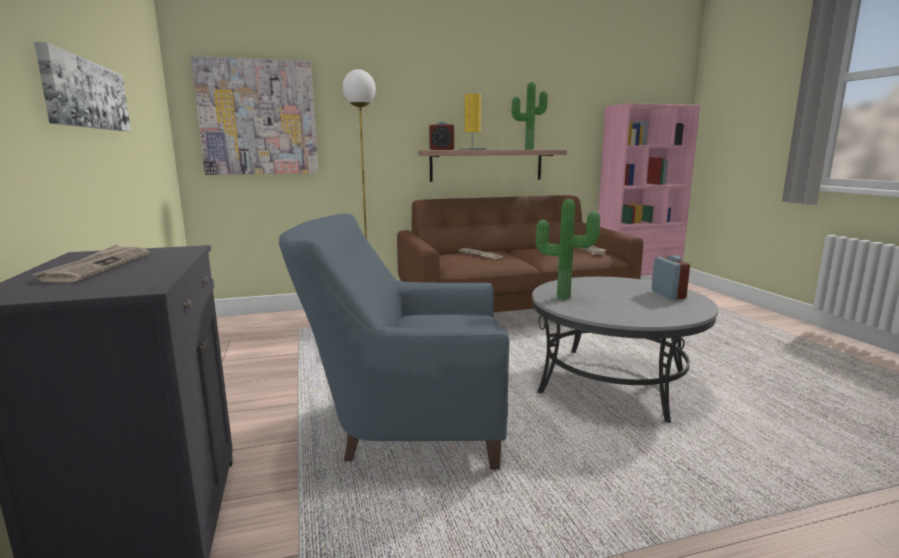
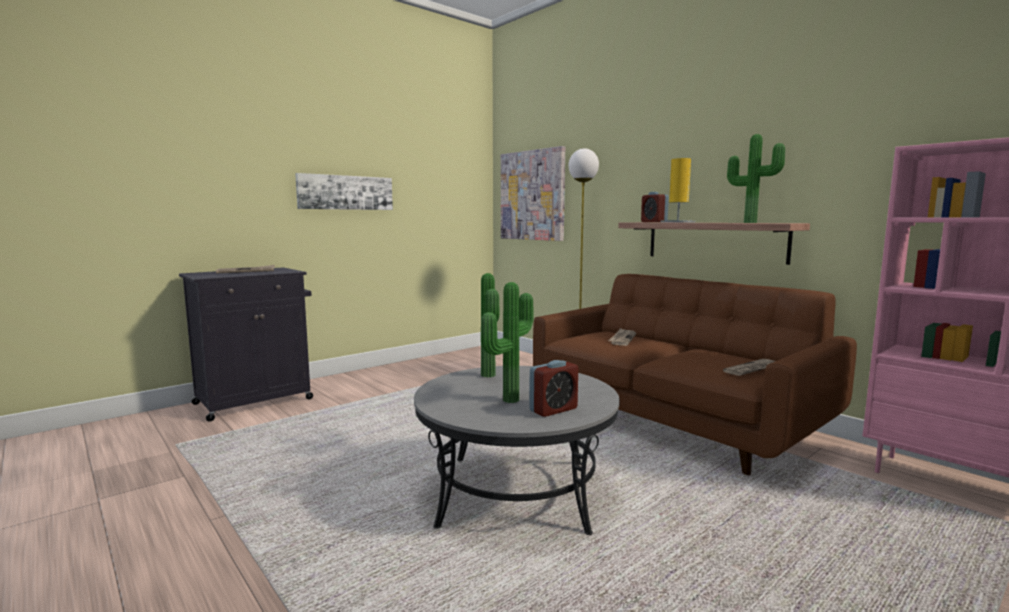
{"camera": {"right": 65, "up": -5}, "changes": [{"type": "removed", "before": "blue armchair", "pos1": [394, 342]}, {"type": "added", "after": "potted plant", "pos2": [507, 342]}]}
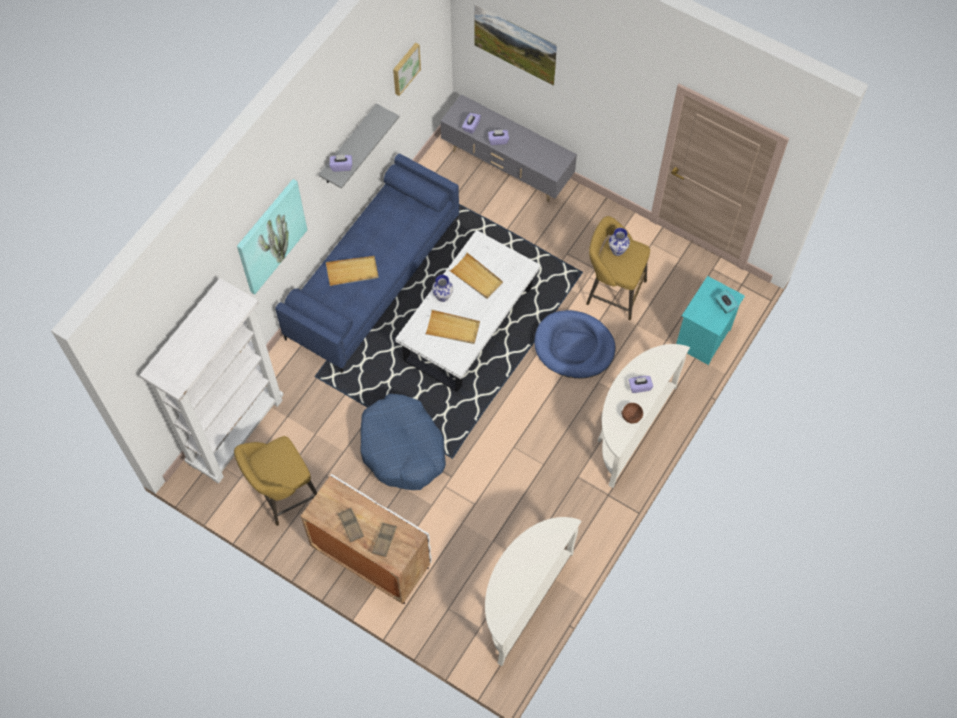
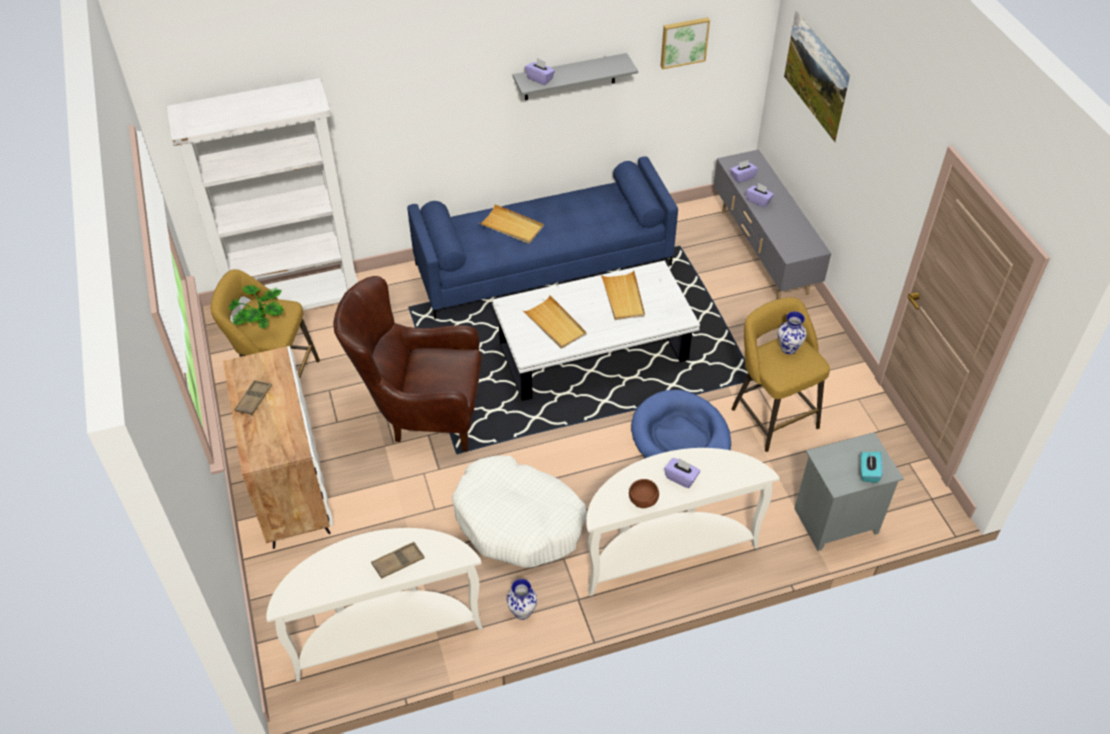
{"camera": {"right": 40, "up": -15}, "changes": [{"type": "removed", "before": "picture", "pos1": [272, 236]}, {"type": "moved", "before": "vase", "pos1": [442, 288], "pos2": [522, 599]}, {"type": "recoloured", "before": "turquoise nightstand", "after": "grey nightstand", "pos1": [710, 320], "pos2": [849, 491]}, {"type": "replaced", "before": "blue dog bed", "after": "brown armchair", "pos1": [403, 442], "pos2": [407, 364]}, {"type": "moved", "before": "brown tray", "pos1": [384, 540], "pos2": [397, 560]}, {"type": "added", "after": "potted plant", "pos2": [256, 306]}, {"type": "added", "after": "white dog bed", "pos2": [519, 512]}]}
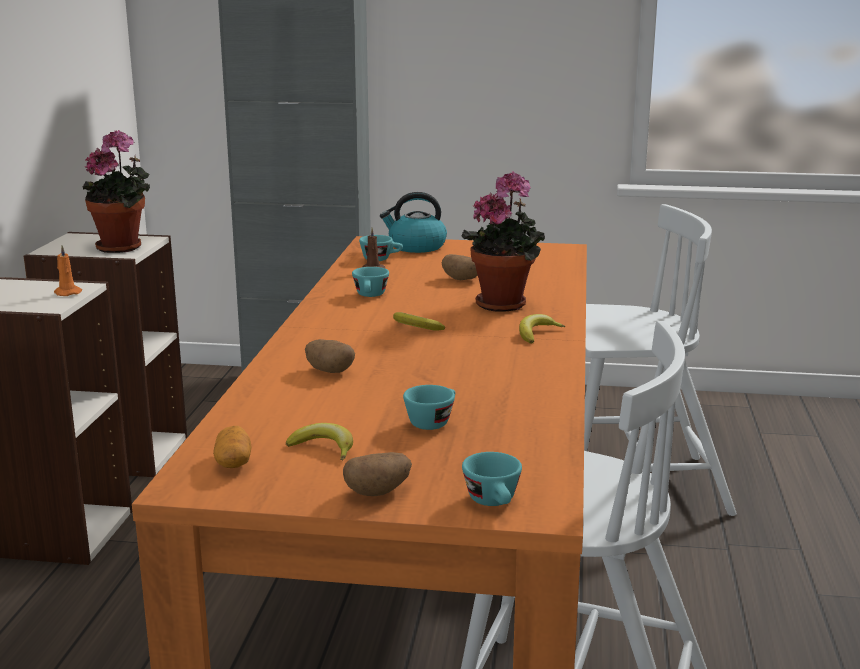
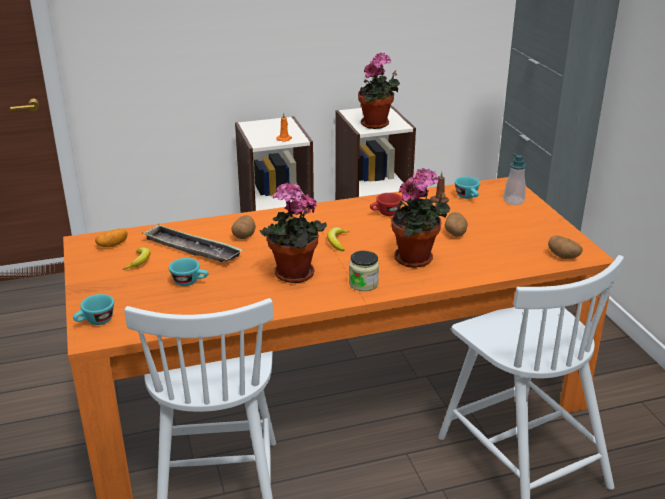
{"camera": {"right": 65, "up": 10}, "changes": [{"type": "replaced", "before": "kettle", "after": "soap dispenser", "pos1": [413, 222], "pos2": [515, 179]}, {"type": "recoloured", "before": "turquoise cup", "after": "red cup", "pos1": [370, 282], "pos2": [386, 204]}, {"type": "replaced", "before": "banana", "after": "jar", "pos1": [542, 328], "pos2": [364, 271]}, {"type": "moved", "before": "potato", "pos1": [377, 474], "pos2": [565, 247]}, {"type": "added", "after": "potted plant", "pos2": [293, 232]}, {"type": "added", "after": "tray", "pos2": [192, 243]}]}
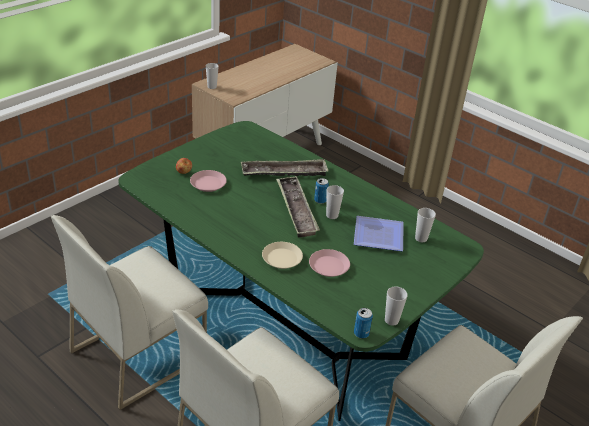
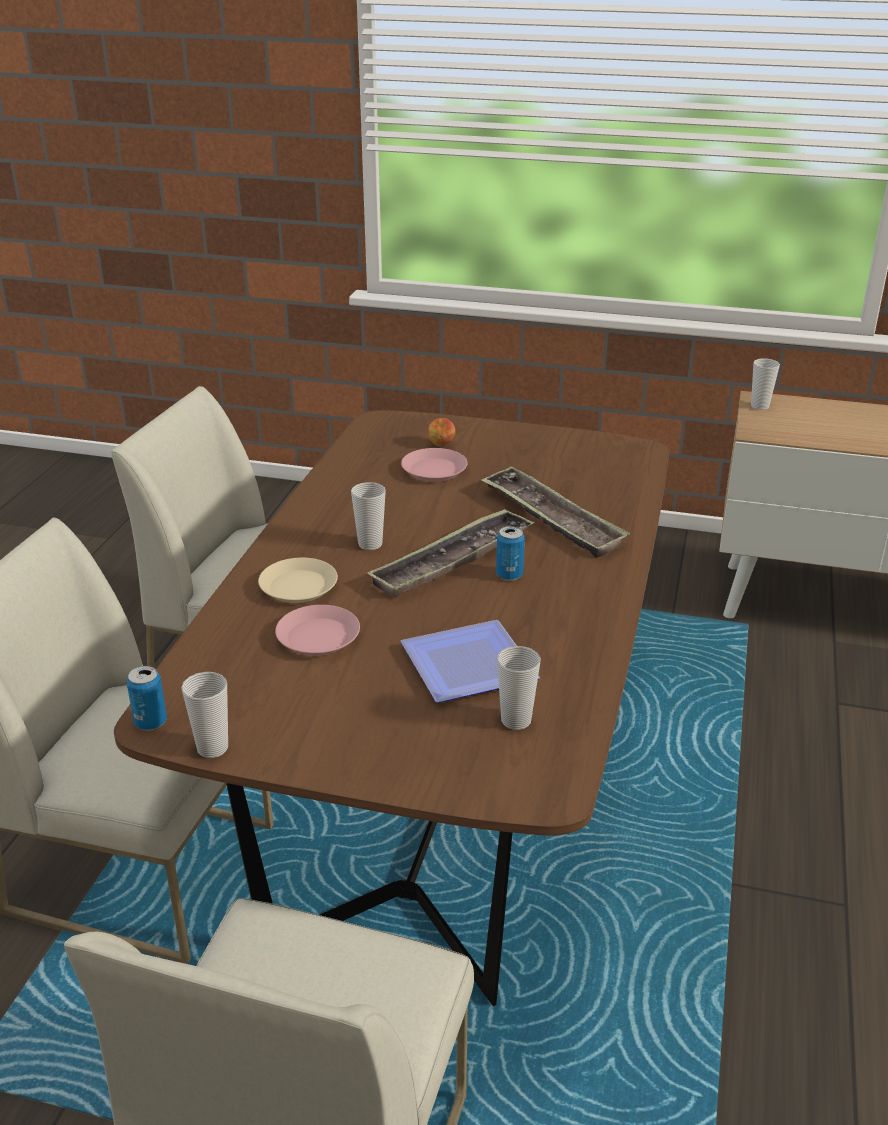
{"camera": {"right": 65, "up": -5}, "changes": [{"type": "recoloured", "before": "green dining table", "after": "brown dining table", "pos1": [301, 271], "pos2": [391, 708]}, {"type": "moved", "before": "cup", "pos1": [335, 202], "pos2": [368, 516]}]}
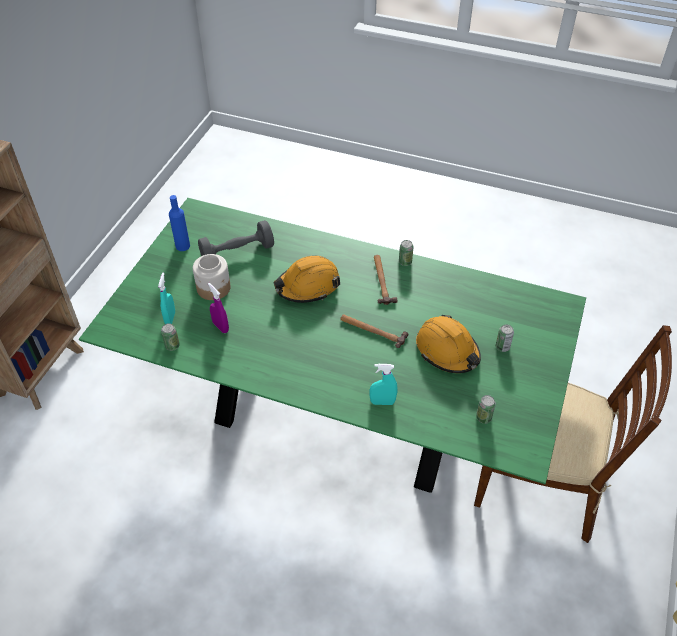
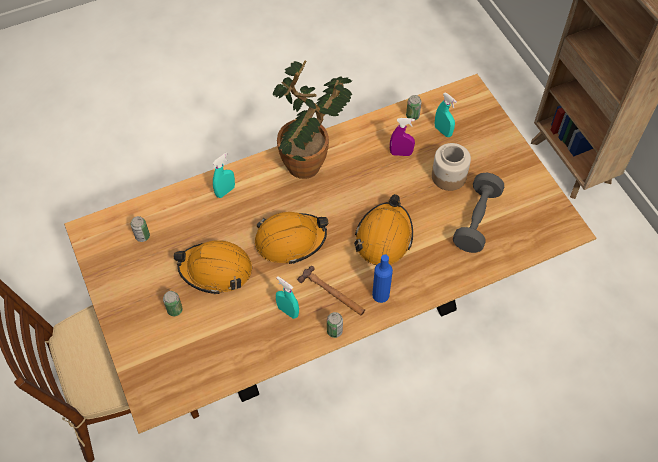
{"camera": {"right": 135, "up": 10}, "changes": [{"type": "moved", "before": "blue bottle", "pos1": [179, 223], "pos2": [382, 278]}, {"type": "recoloured", "before": "green dining table", "after": "brown dining table", "pos1": [332, 345], "pos2": [330, 254]}, {"type": "replaced", "before": "hammer", "after": "orange hard hat", "pos1": [374, 331], "pos2": [291, 238]}, {"type": "added", "after": "potted plant", "pos2": [312, 119]}, {"type": "added", "after": "turquoise spray bottle", "pos2": [287, 297]}]}
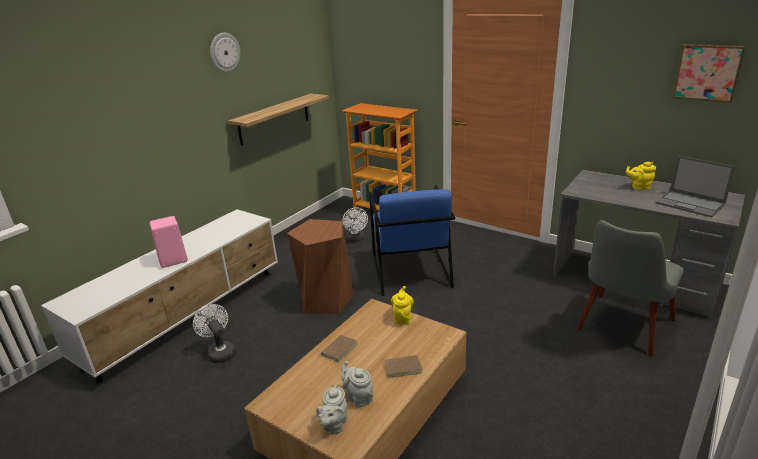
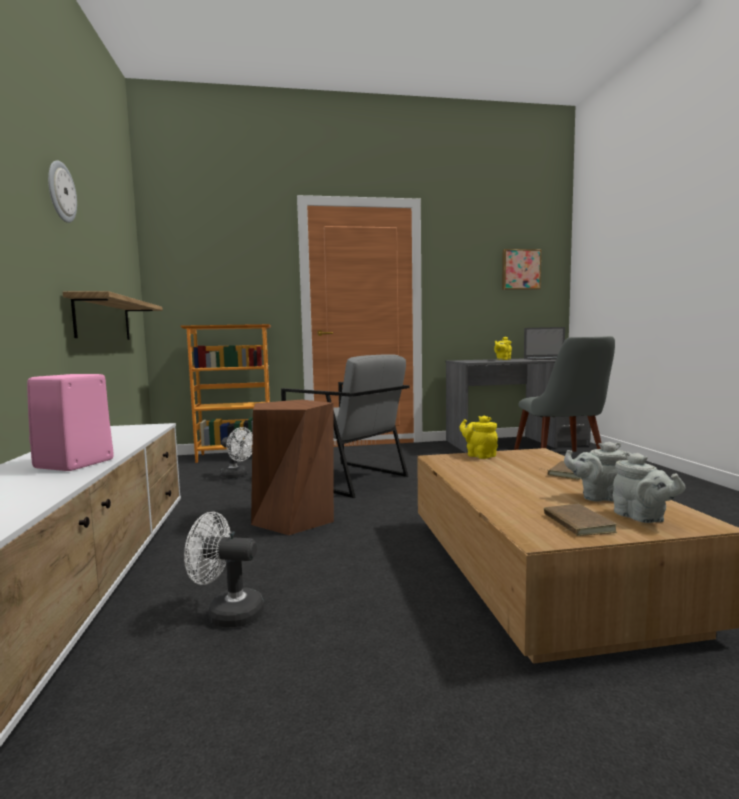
{"camera": {"right": -45, "up": -20}, "changes": [{"type": "recoloured", "before": "blue armchair", "after": "grey armchair", "pos1": [412, 240], "pos2": [345, 426]}, {"type": "moved", "before": "brown book", "pos1": [339, 348], "pos2": [580, 520]}]}
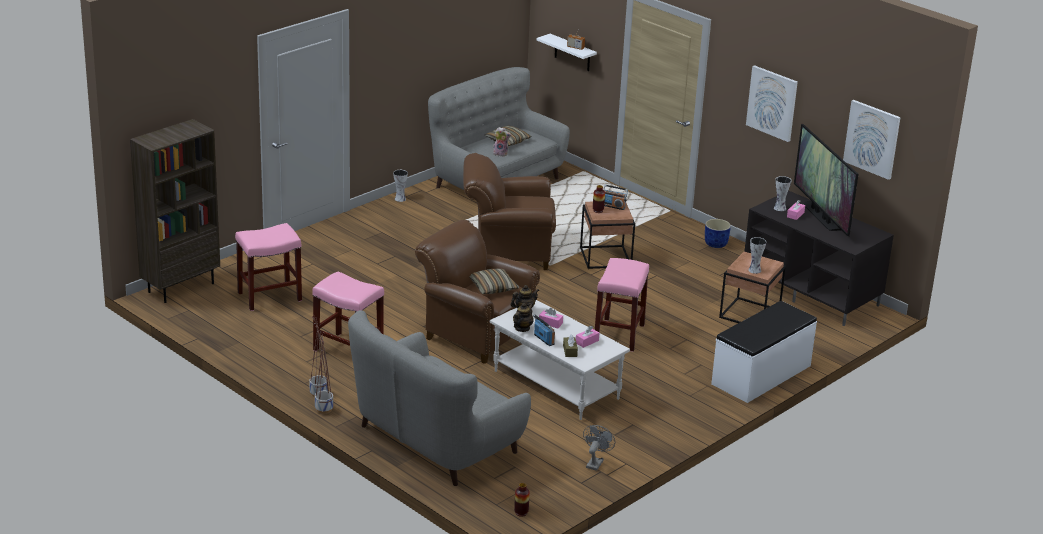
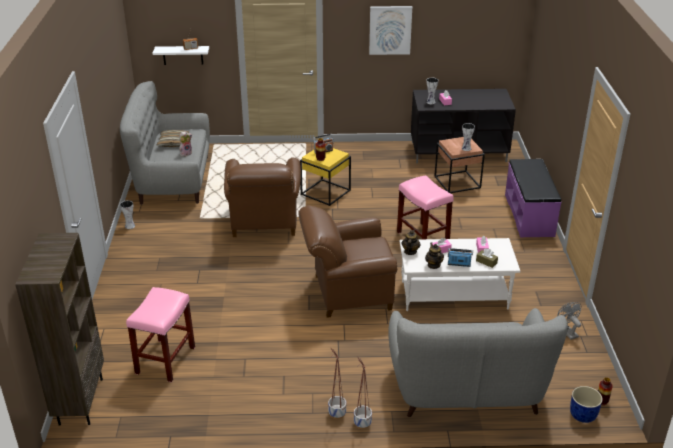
{"camera": {"right": -45, "up": 5}, "changes": [{"type": "removed", "before": "picture", "pos1": [872, 140]}, {"type": "removed", "before": "television", "pos1": [826, 180]}, {"type": "turned", "before": "brown armchair", "pos1": [509, 211], "pos2": [262, 197], "turn": -45}, {"type": "recoloured", "before": "brown side table", "after": "yellow side table", "pos1": [607, 235], "pos2": [325, 177]}, {"type": "moved", "before": "blue planter", "pos1": [718, 233], "pos2": [586, 404]}, {"type": "removed", "before": "pillow", "pos1": [494, 281]}, {"type": "removed", "before": "pink stool", "pos1": [348, 311]}, {"type": "recoloured", "before": "white bench", "after": "purple bench", "pos1": [764, 352], "pos2": [533, 198]}]}
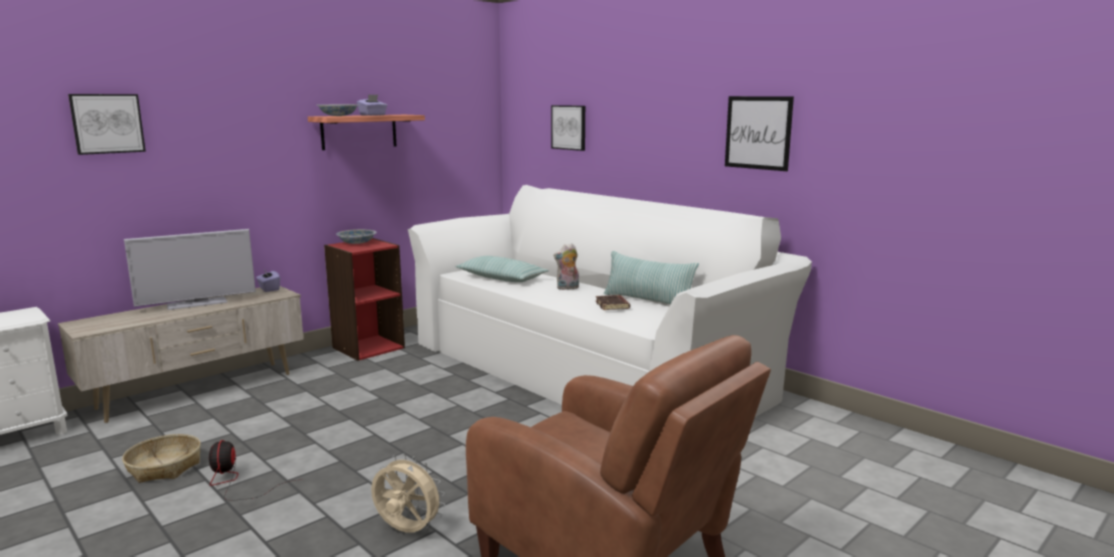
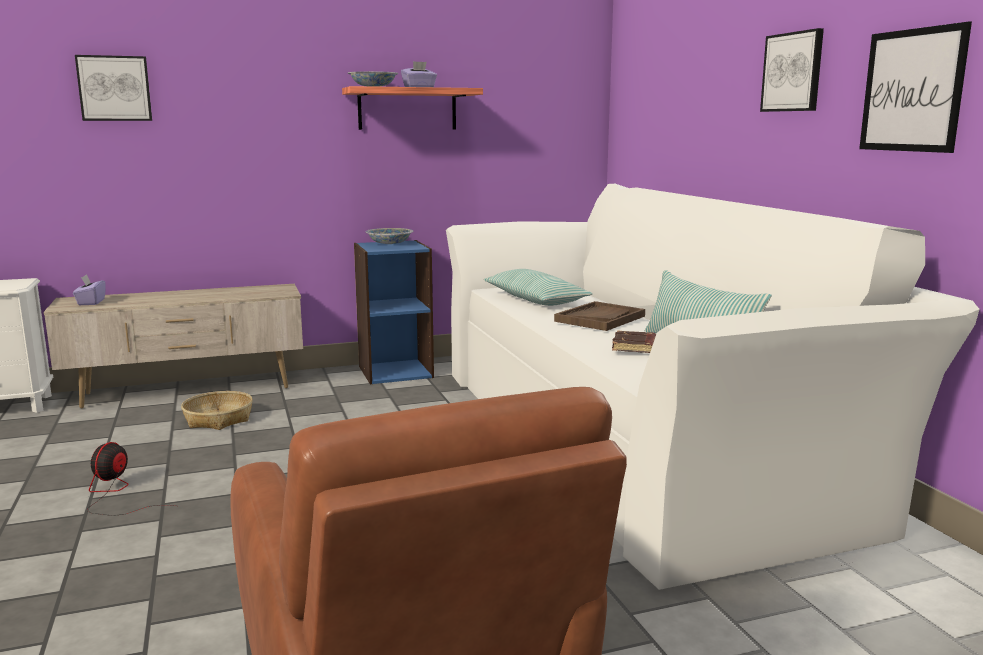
{"camera": {"right": 25, "up": 0}, "changes": [{"type": "moved", "before": "picture", "pos1": [568, 128], "pos2": [792, 70]}, {"type": "removed", "before": "television", "pos1": [190, 269]}, {"type": "recoloured", "before": "red bookcase", "after": "blue bookcase", "pos1": [364, 299], "pos2": [394, 312]}, {"type": "replaced", "before": "plush toy", "after": "brown tray", "pos1": [566, 266], "pos2": [599, 316]}, {"type": "moved", "before": "purple tissue box", "pos1": [268, 280], "pos2": [89, 290]}, {"type": "moved", "before": "basket", "pos1": [161, 458], "pos2": [217, 410]}, {"type": "removed", "before": "beige fan", "pos1": [408, 493]}]}
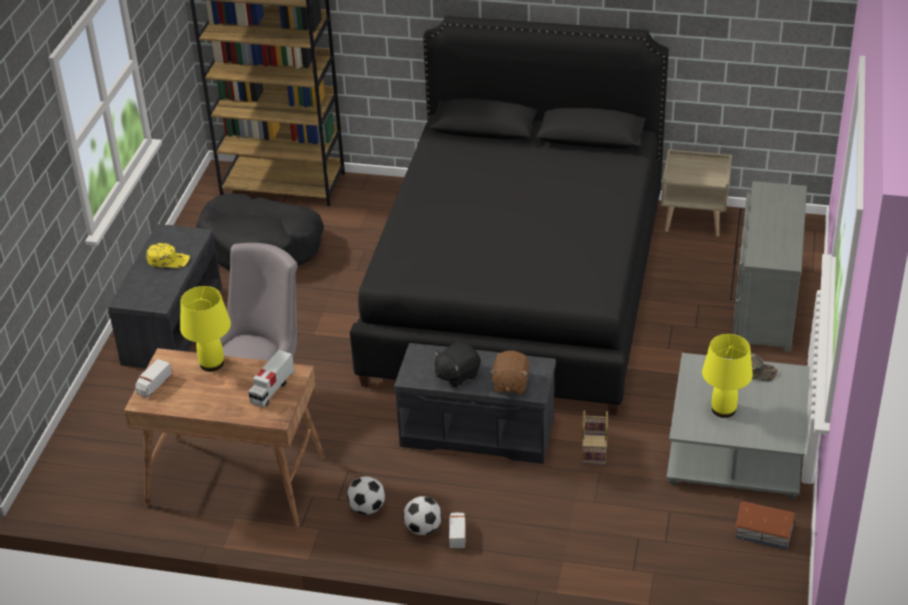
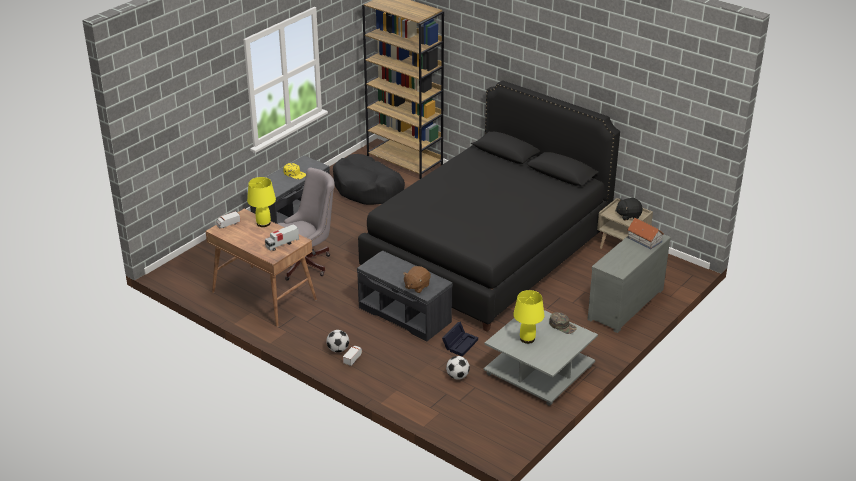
{"camera": {"right": 25, "up": -5}, "changes": [{"type": "moved", "before": "black plush toy", "pos1": [457, 365], "pos2": [629, 209]}, {"type": "replaced", "before": "basket", "after": "black storage box", "pos1": [595, 437], "pos2": [460, 339]}, {"type": "moved", "before": "football", "pos1": [366, 495], "pos2": [458, 368]}, {"type": "moved", "before": "toy house", "pos1": [765, 525], "pos2": [645, 234]}]}
